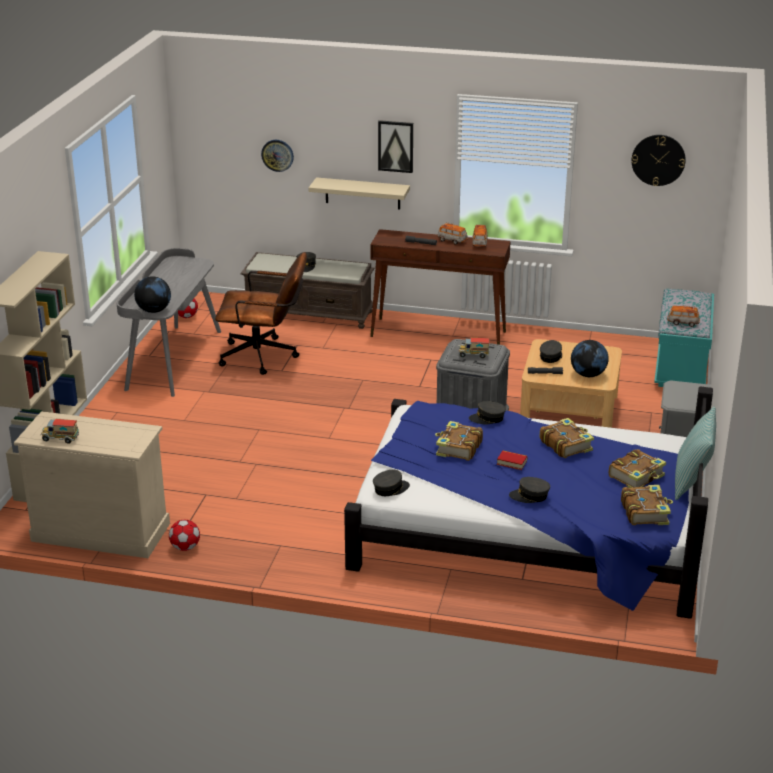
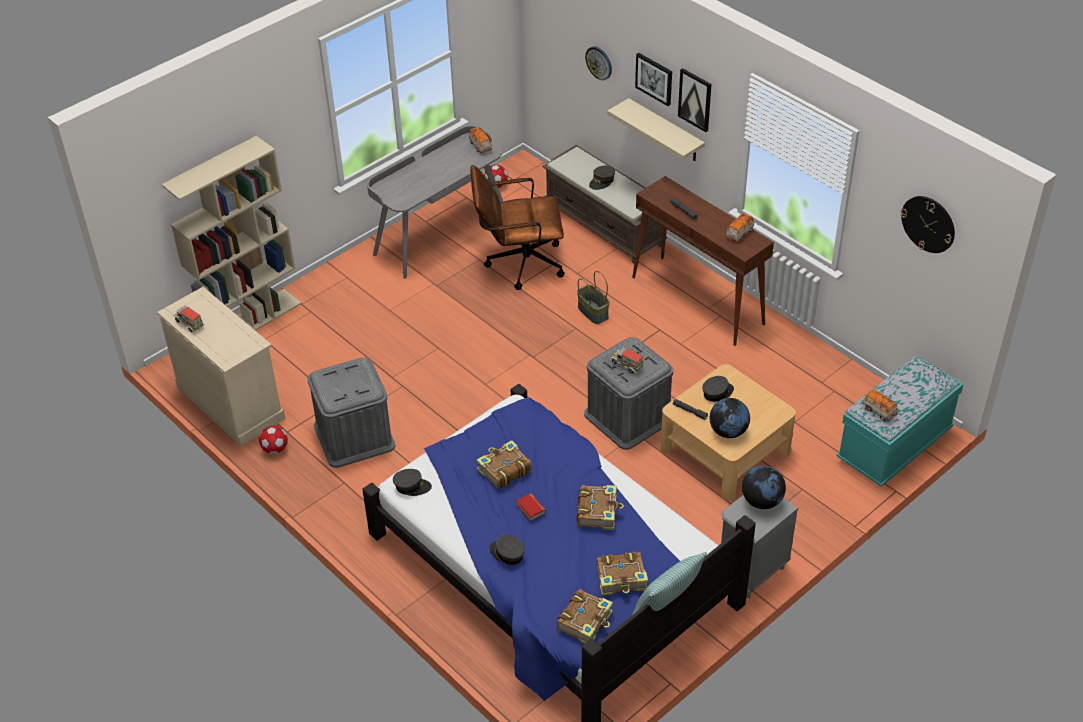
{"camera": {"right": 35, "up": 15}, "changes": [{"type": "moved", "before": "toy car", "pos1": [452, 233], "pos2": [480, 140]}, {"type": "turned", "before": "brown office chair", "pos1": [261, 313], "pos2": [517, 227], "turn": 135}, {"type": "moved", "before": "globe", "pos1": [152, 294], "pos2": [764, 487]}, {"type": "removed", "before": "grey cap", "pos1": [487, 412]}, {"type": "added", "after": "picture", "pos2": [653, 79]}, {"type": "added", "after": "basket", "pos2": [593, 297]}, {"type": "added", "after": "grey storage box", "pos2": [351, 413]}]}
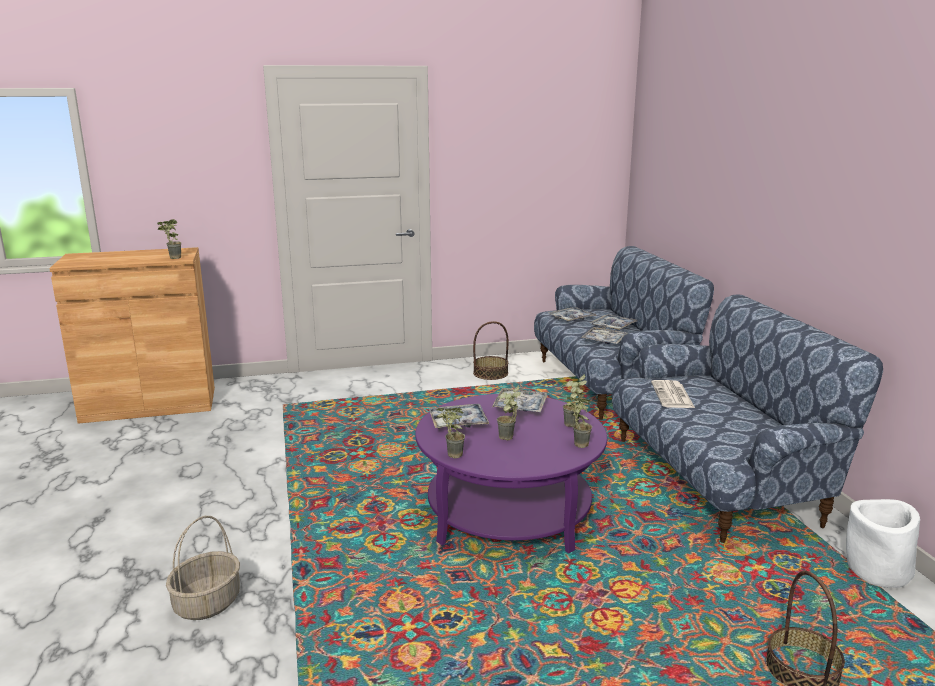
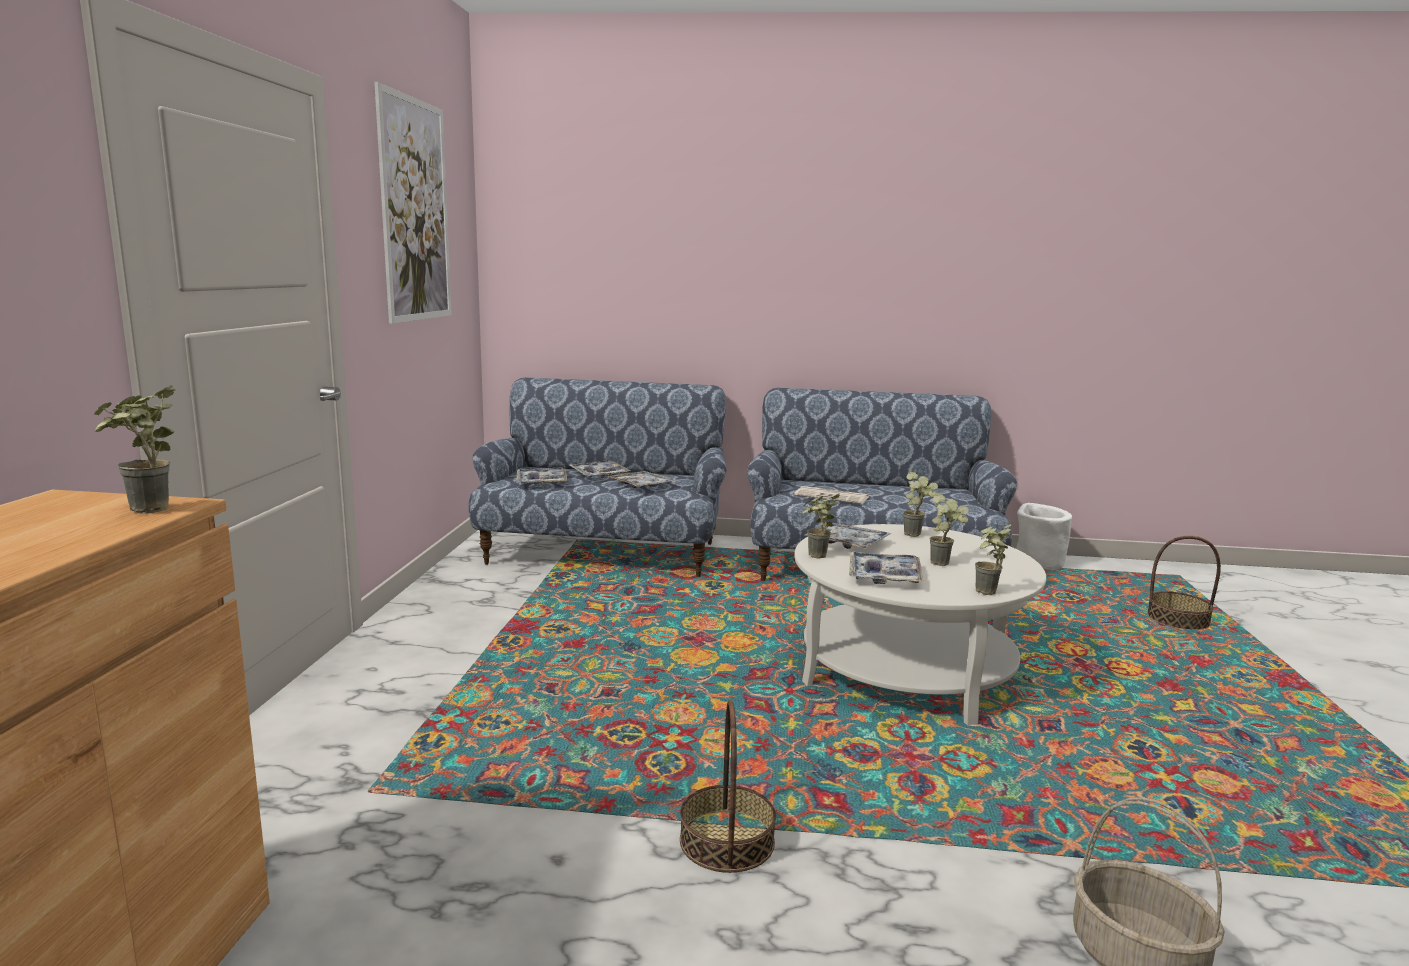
{"camera": {"right": -70, "up": -5}, "changes": [{"type": "moved", "before": "basket", "pos1": [491, 350], "pos2": [728, 786]}, {"type": "recoloured", "before": "purple coffee table", "after": "white coffee table", "pos1": [511, 473], "pos2": [920, 624]}, {"type": "moved", "before": "potted plant", "pos1": [579, 422], "pos2": [821, 526]}, {"type": "added", "after": "picture", "pos2": [413, 203]}]}
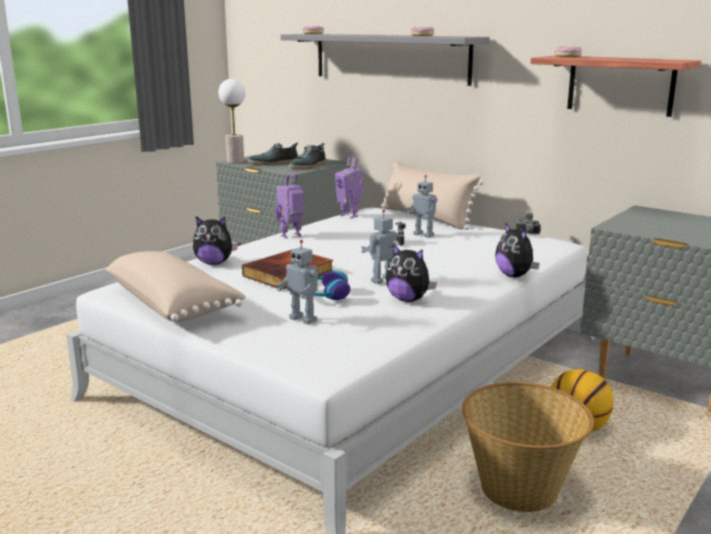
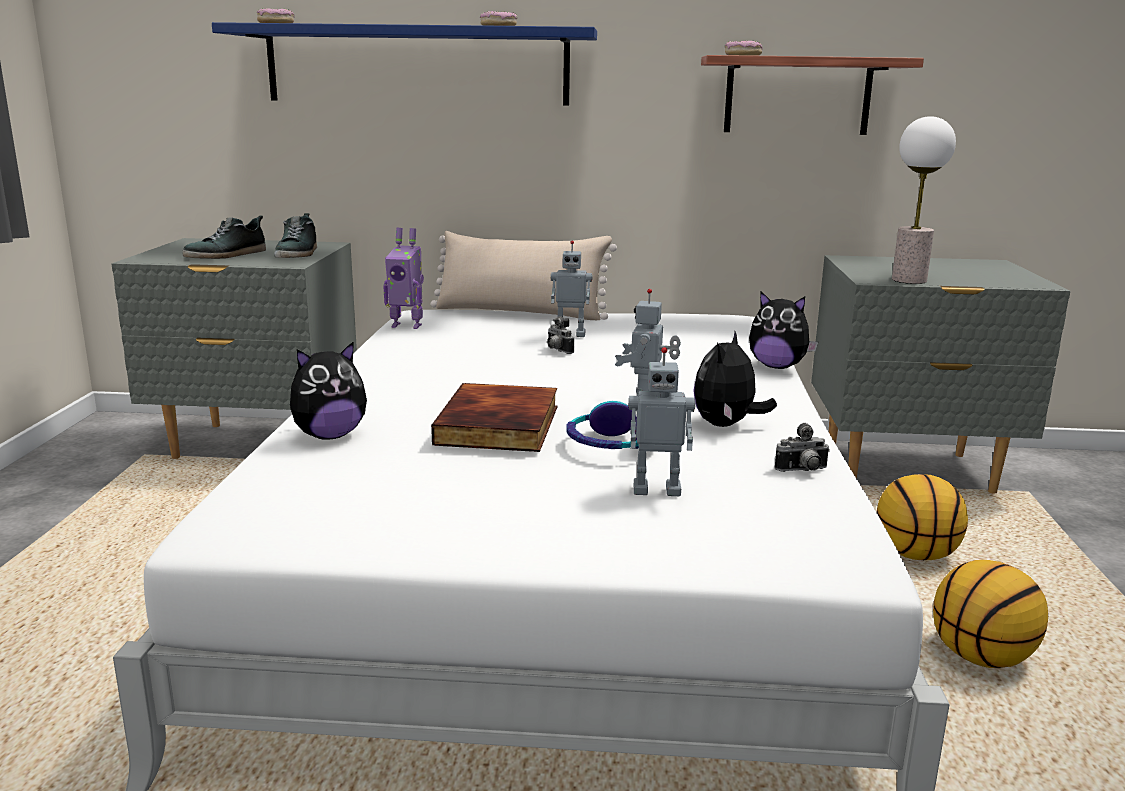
{"camera": {"right": -35, "up": 0}, "changes": [{"type": "recoloured", "before": "grey shelf", "after": "blue shelf", "pos1": [385, 60], "pos2": [404, 64]}, {"type": "moved", "before": "table lamp", "pos1": [232, 121], "pos2": [924, 200]}, {"type": "removed", "before": "toy robot", "pos1": [290, 205]}, {"type": "moved", "before": "photo camera", "pos1": [528, 224], "pos2": [802, 447]}, {"type": "turned", "before": "plush toy", "pos1": [411, 273], "pos2": [735, 379], "turn": 120}, {"type": "removed", "before": "beige pillow", "pos1": [176, 286]}, {"type": "replaced", "before": "basket", "after": "basketball", "pos1": [528, 447], "pos2": [990, 614]}]}
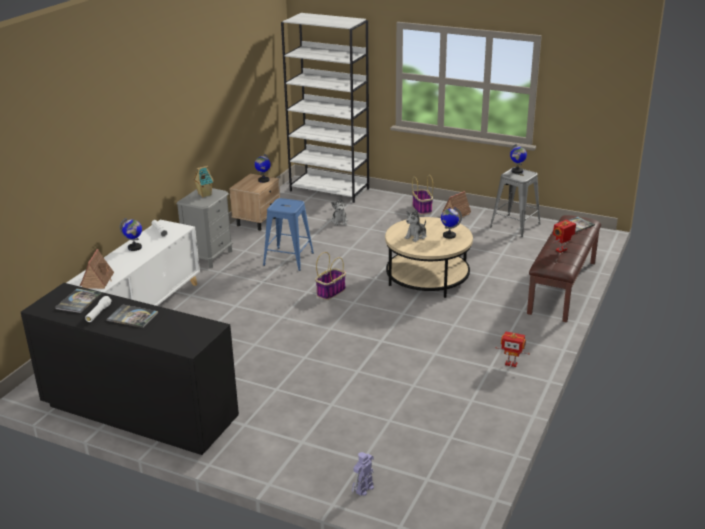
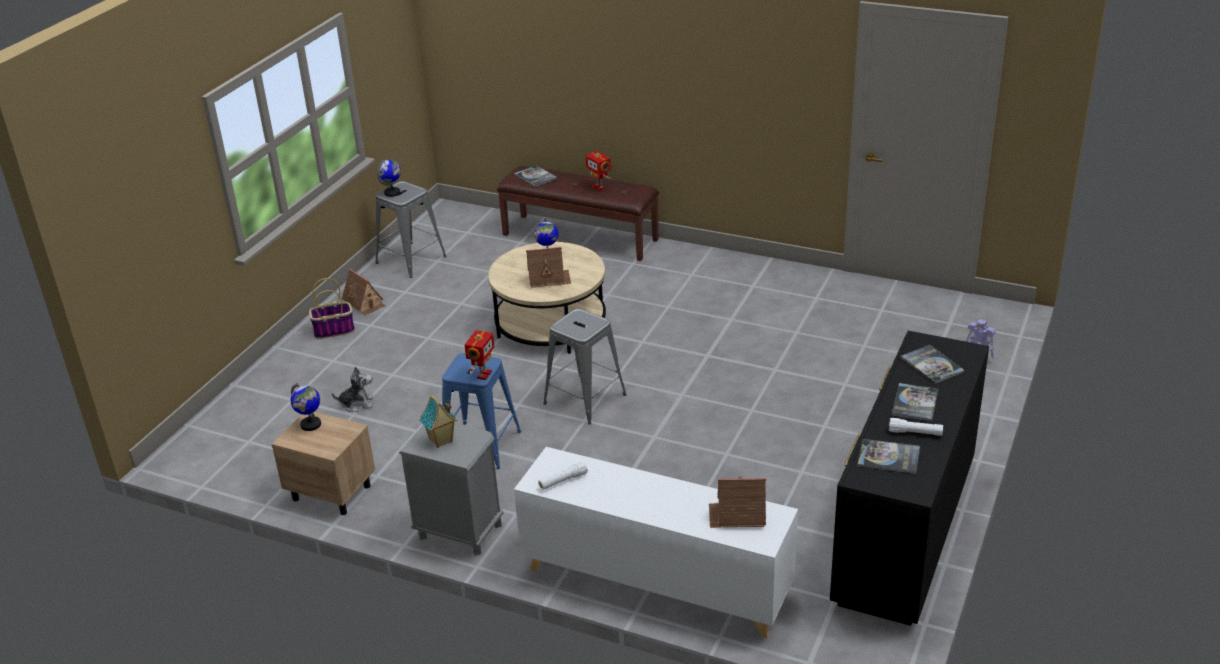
{"camera": {"right": -90, "up": 5}, "changes": [{"type": "removed", "before": "white bookcase", "pos1": [325, 108]}, {"type": "replaced", "before": "plush toy", "after": "toy house", "pos1": [415, 226], "pos2": [548, 267]}, {"type": "removed", "before": "globe", "pos1": [131, 234]}, {"type": "replaced", "before": "basket", "after": "grey stool", "pos1": [330, 276], "pos2": [585, 366]}, {"type": "moved", "before": "toy robot", "pos1": [513, 349], "pos2": [480, 355]}, {"type": "added", "after": "book", "pos2": [932, 364]}]}
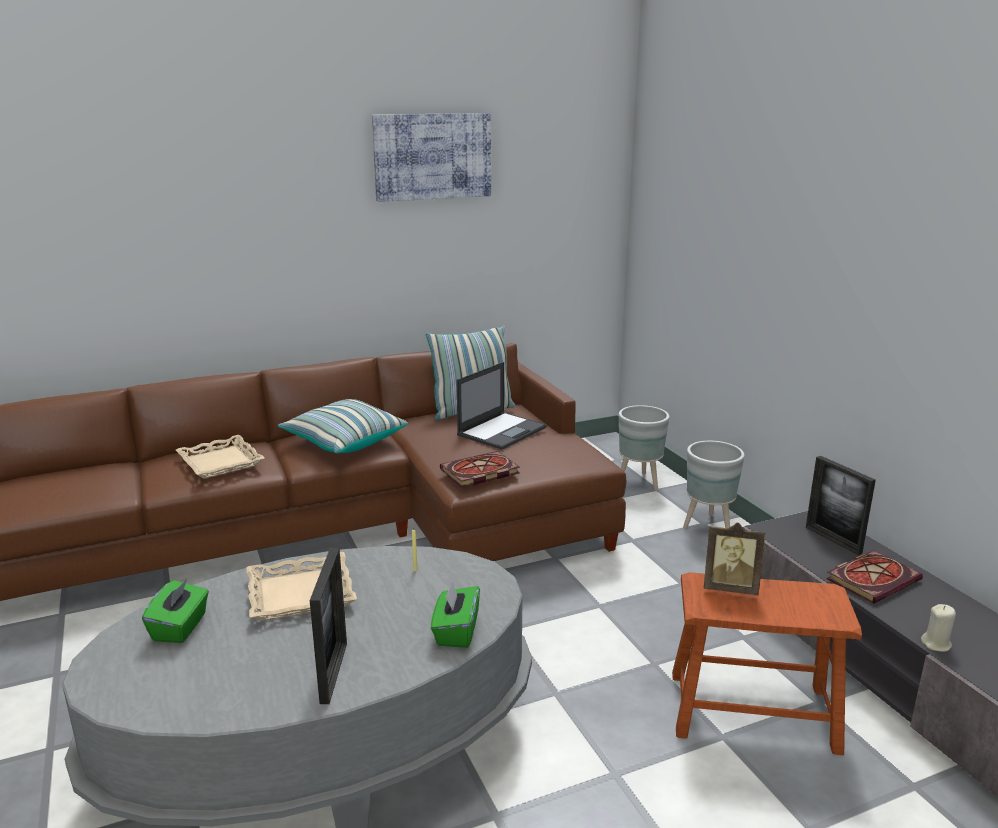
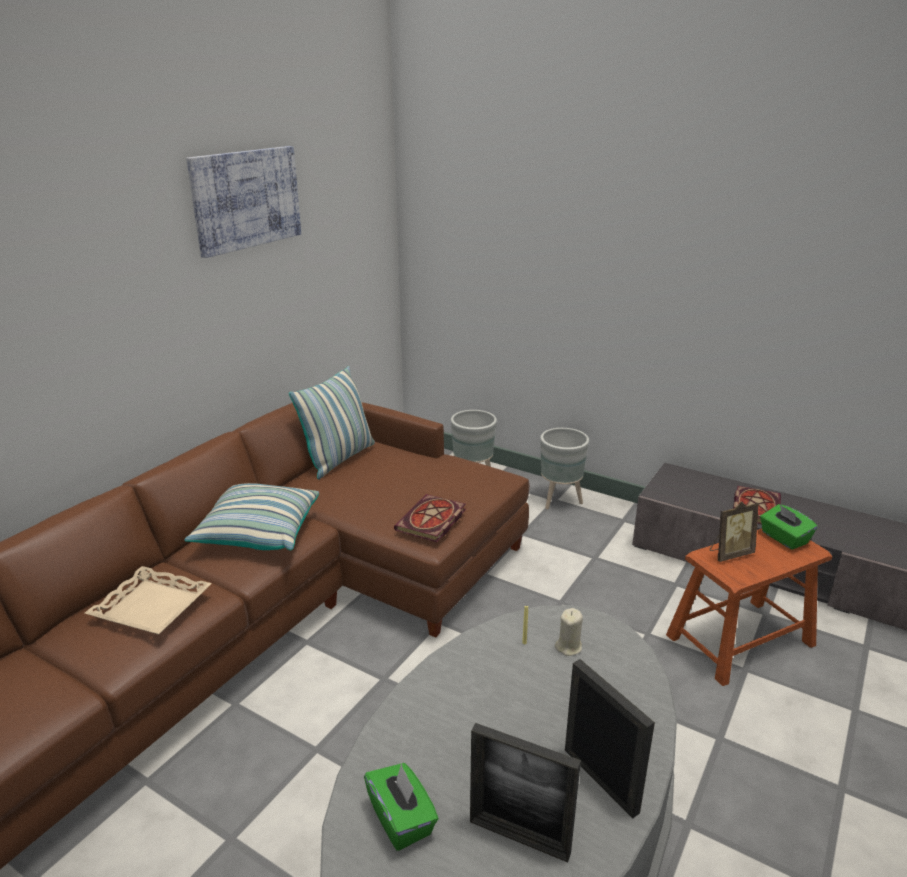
{"camera": {"right": -35, "up": 5}, "changes": [{"type": "removed", "before": "laptop", "pos1": [502, 406]}, {"type": "moved", "before": "picture frame", "pos1": [841, 505], "pos2": [525, 792]}, {"type": "removed", "before": "beige tray", "pos1": [302, 586]}, {"type": "moved", "before": "green tissue box", "pos1": [455, 614], "pos2": [788, 527]}, {"type": "moved", "before": "beige candle", "pos1": [938, 628], "pos2": [569, 632]}]}
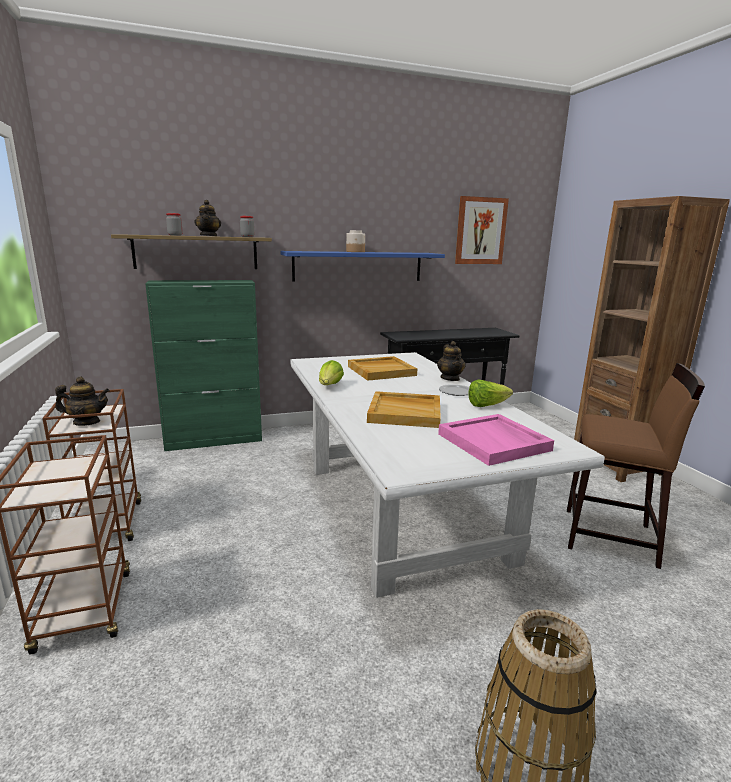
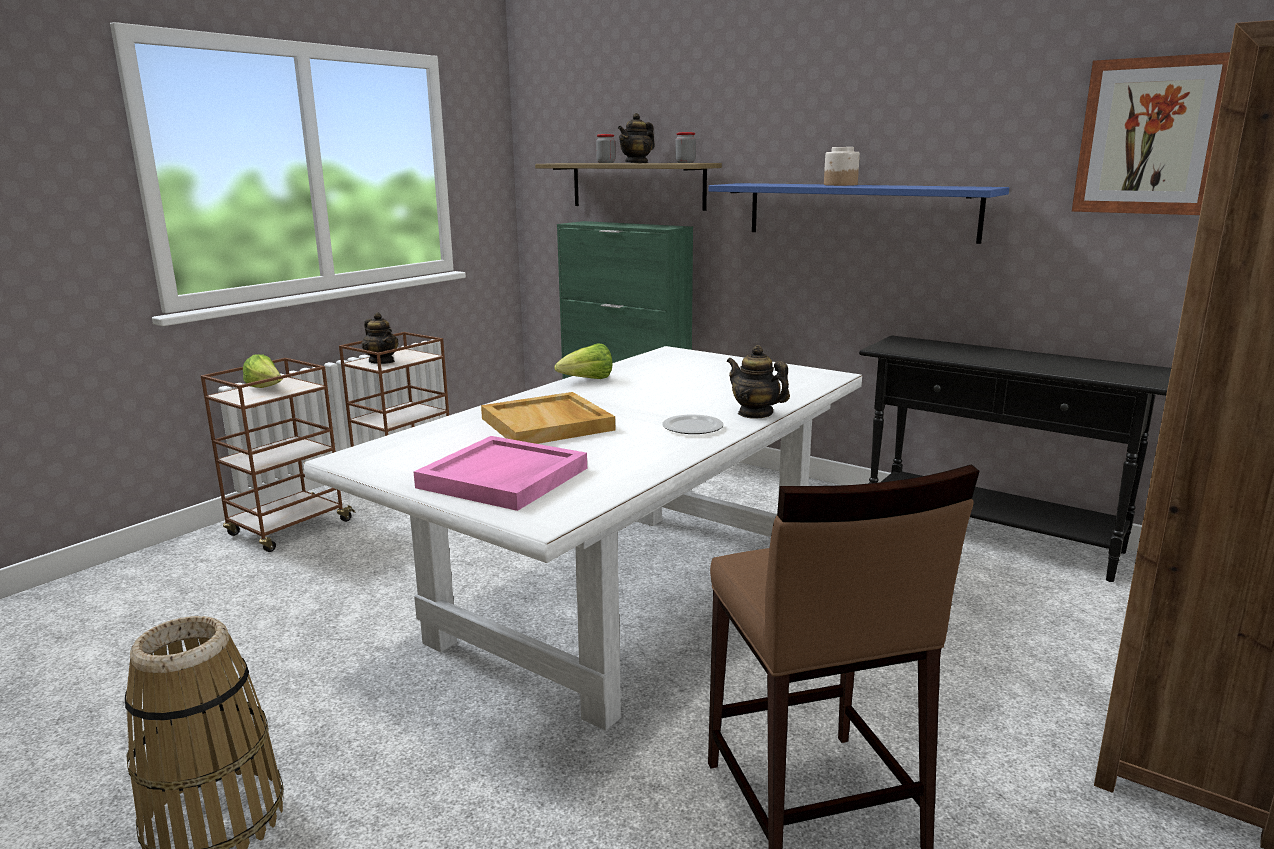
{"camera": {"right": 55, "up": 0}, "changes": [{"type": "turned", "before": "teapot", "pos1": [451, 361], "pos2": [758, 382], "turn": 90}, {"type": "removed", "before": "beige tray", "pos1": [382, 368]}, {"type": "moved", "before": "lettuce", "pos1": [491, 393], "pos2": [262, 371]}]}
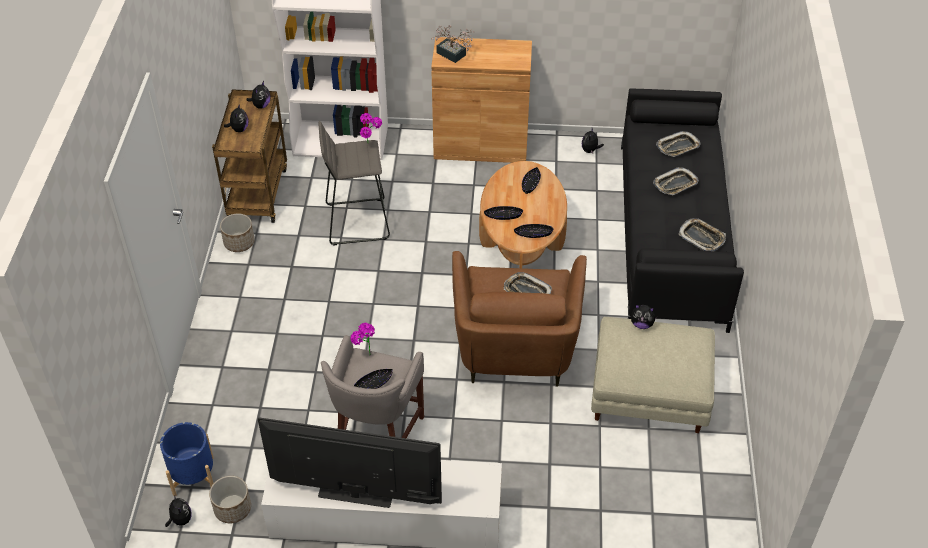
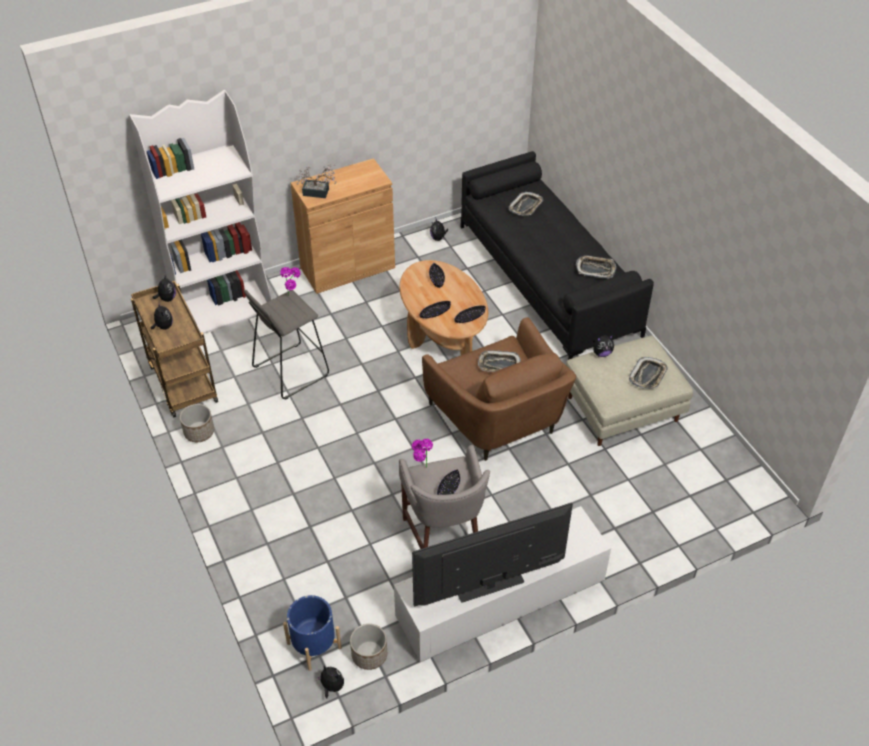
{"camera": {"right": -30, "up": 0}, "changes": [{"type": "moved", "before": "tray", "pos1": [676, 181], "pos2": [648, 373]}]}
